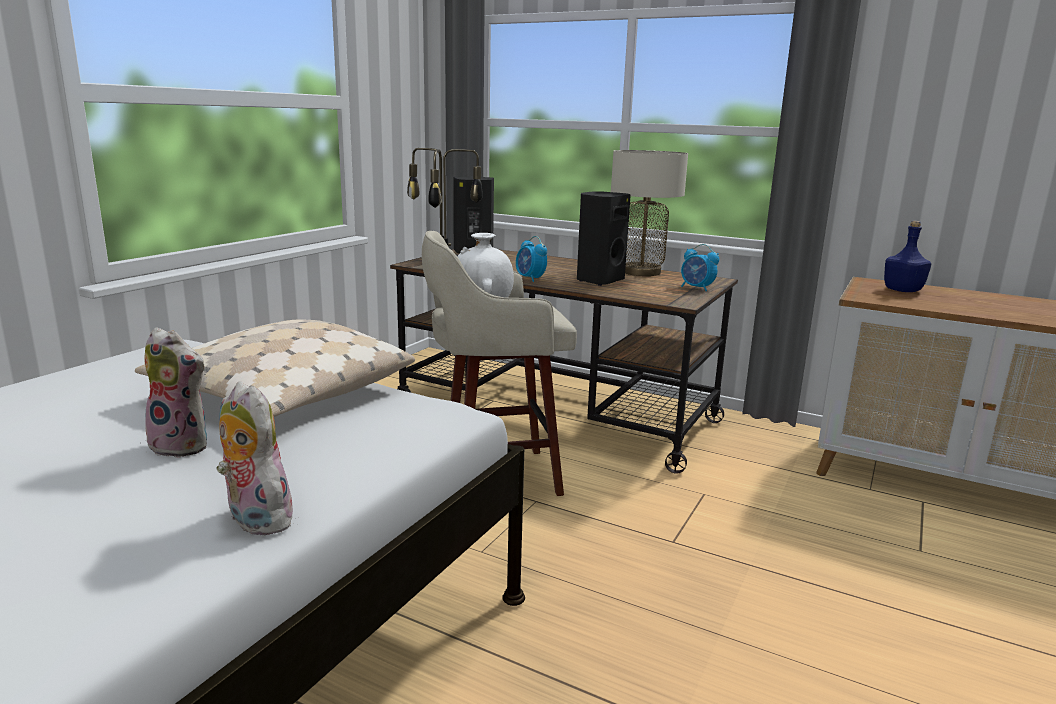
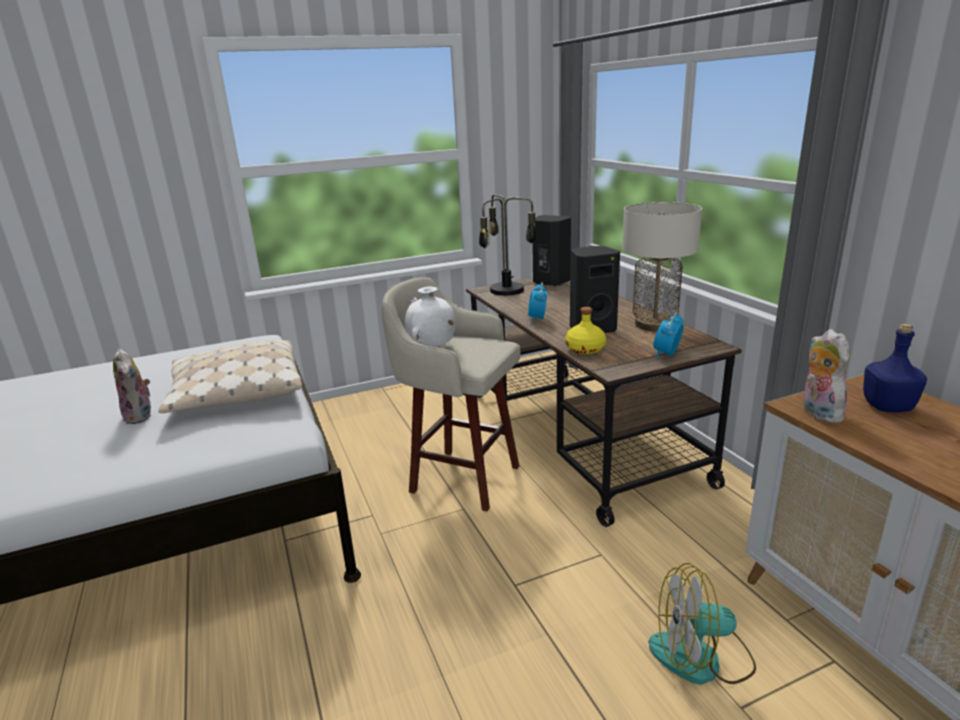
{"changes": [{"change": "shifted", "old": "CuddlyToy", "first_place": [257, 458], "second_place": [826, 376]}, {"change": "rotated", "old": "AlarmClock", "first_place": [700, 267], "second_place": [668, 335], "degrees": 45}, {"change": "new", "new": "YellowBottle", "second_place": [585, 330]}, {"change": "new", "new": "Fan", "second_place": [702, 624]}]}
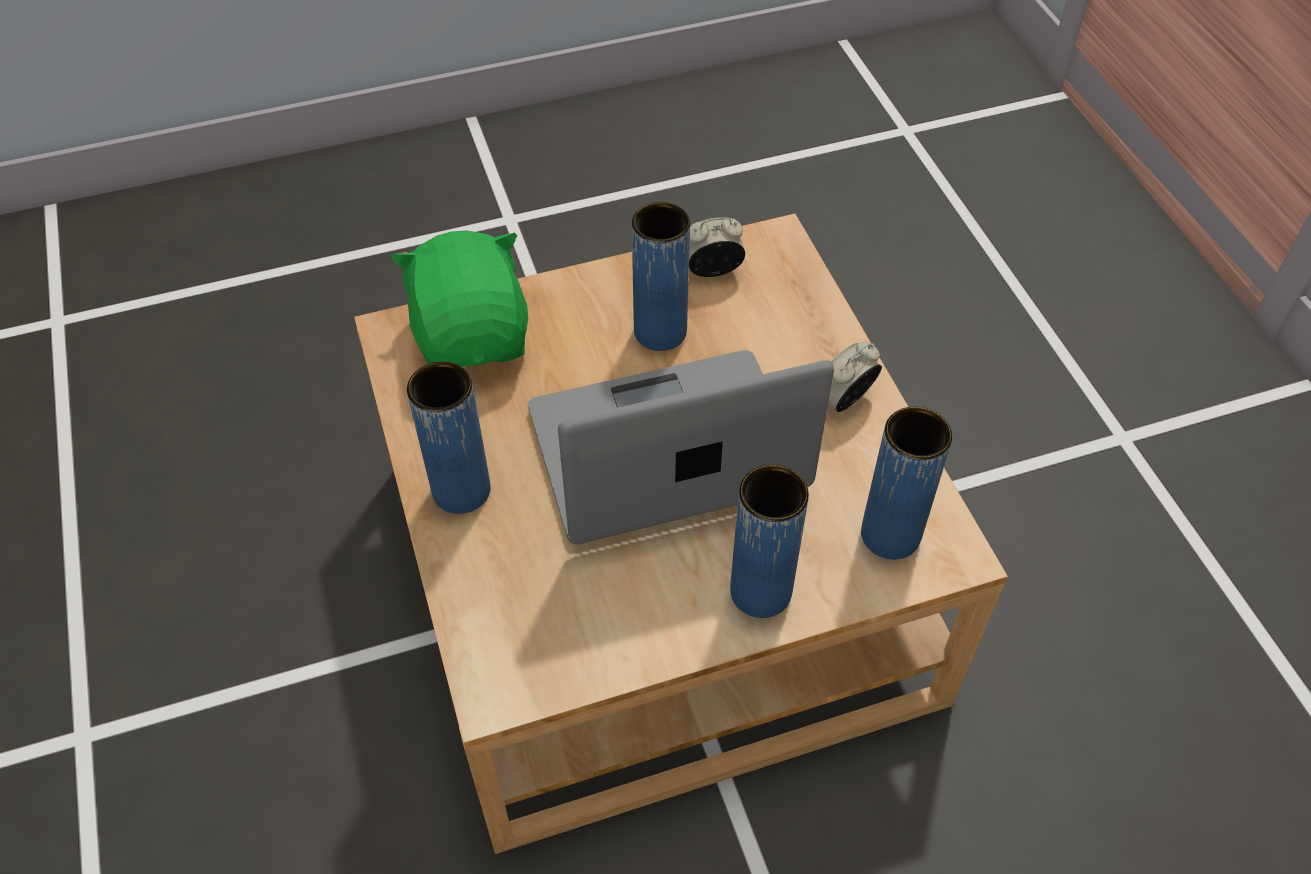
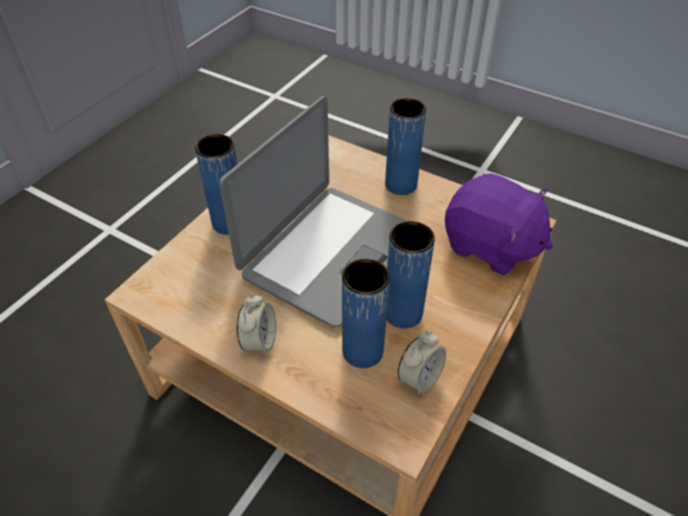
{"changes": [{"change": "repainted", "old": "GreenColouredCuddlyToy", "new": "PurpleColouredCuddlyToy", "first_place": [459, 298], "second_place": [499, 224]}, {"change": "shifted", "old": "BlueColouredDecorativeVase", "first_place": [906, 483], "second_place": [366, 313]}]}
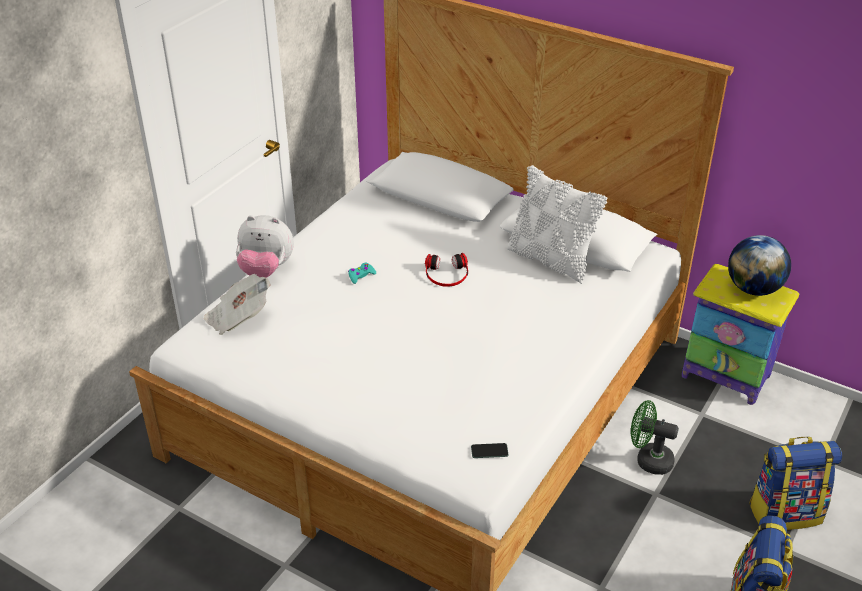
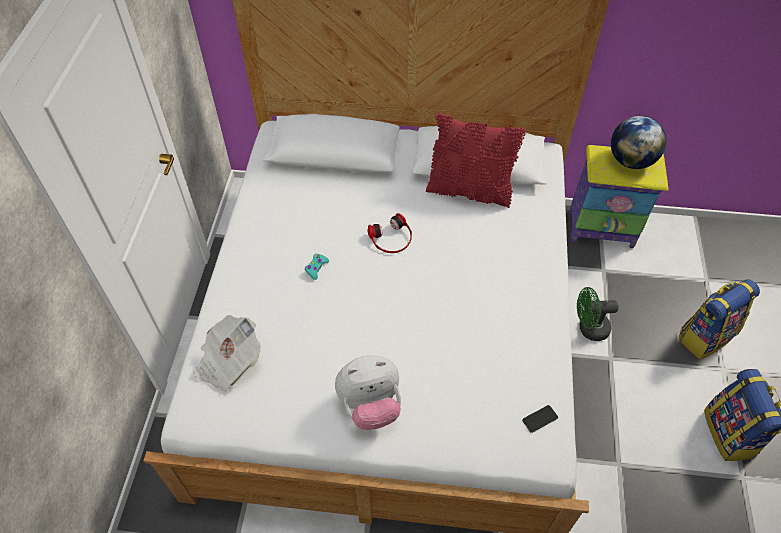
{"changes": [{"change": "shifted", "old": "CuddlyToy", "first_place": [265, 246], "second_place": [368, 392]}, {"change": "repainted", "old": "WhitePillow", "new": "RedPillow", "first_place": [557, 224], "second_place": [476, 160]}]}
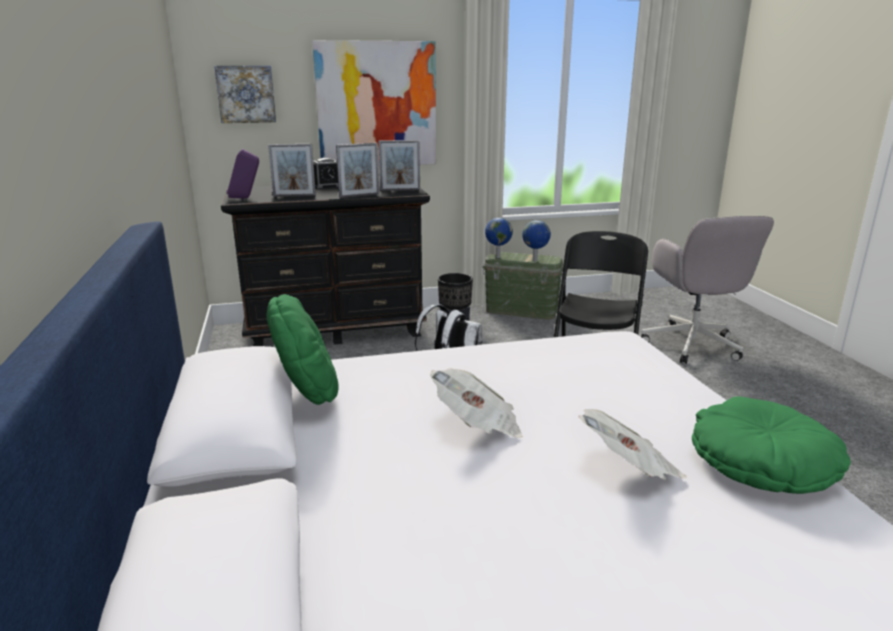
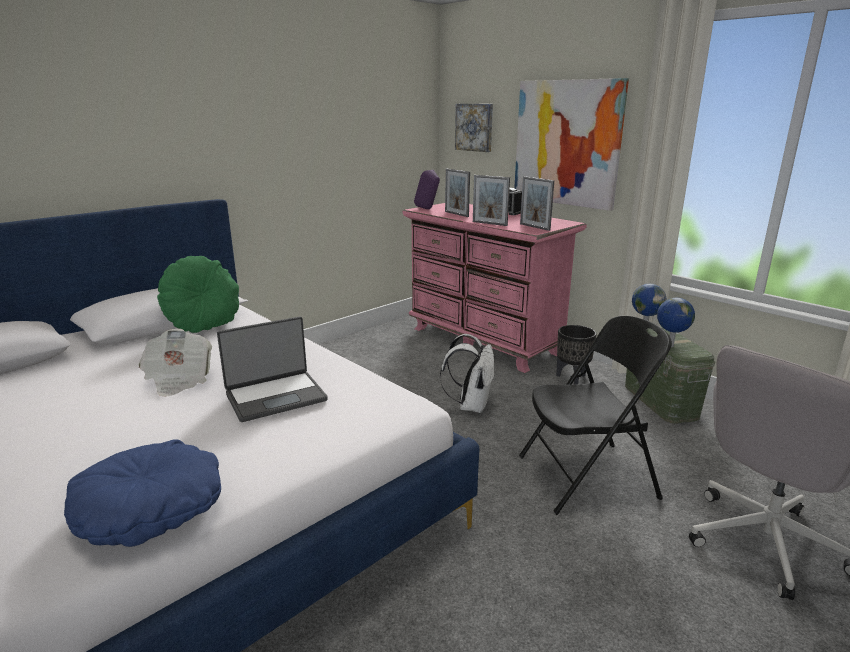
{"changes": [{"change": "repainted", "old": "BlackishDresser", "new": "PinkDresser", "first_place": [325, 264], "second_place": [495, 288]}, {"change": "gone", "old": "PrintedPaper", "first_place": [632, 444]}, {"change": "repainted", "old": "GreenColouredPillow", "new": "BlueColouredPillow", "first_place": [771, 445], "second_place": [142, 493]}, {"change": "new", "new": "PortableComputer", "second_place": [272, 369]}]}
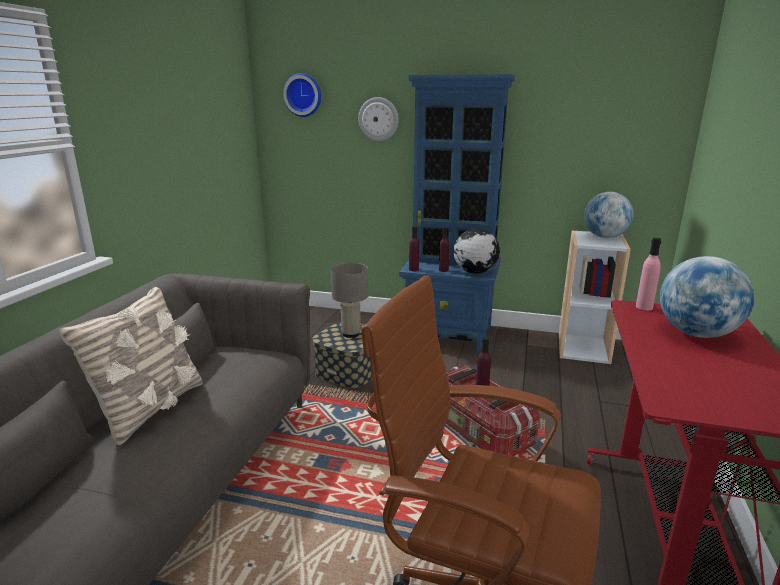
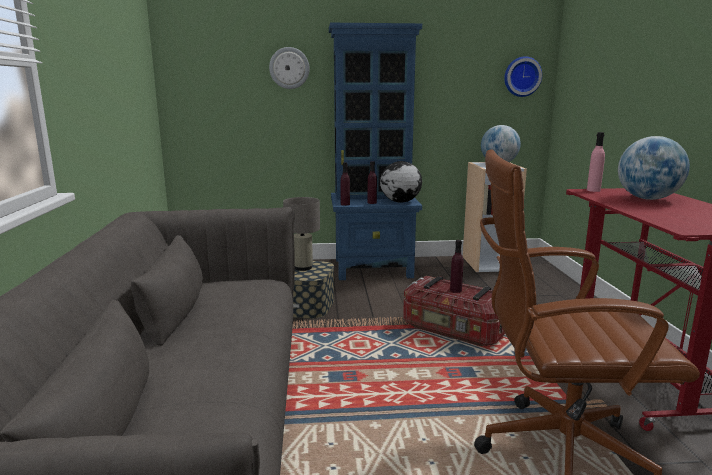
{"changes": [{"change": "gone", "old": "BeigePillow", "first_place": [131, 366]}, {"change": "shifted", "old": "ClockOnTheWall", "first_place": [302, 95], "second_place": [523, 76]}]}
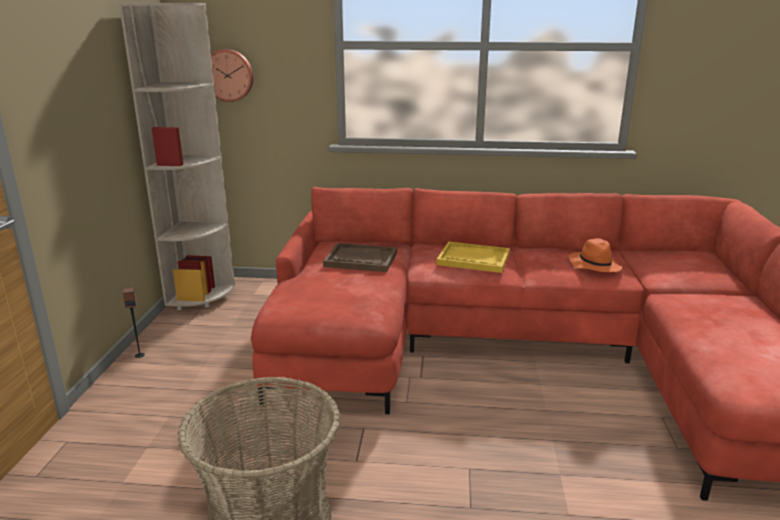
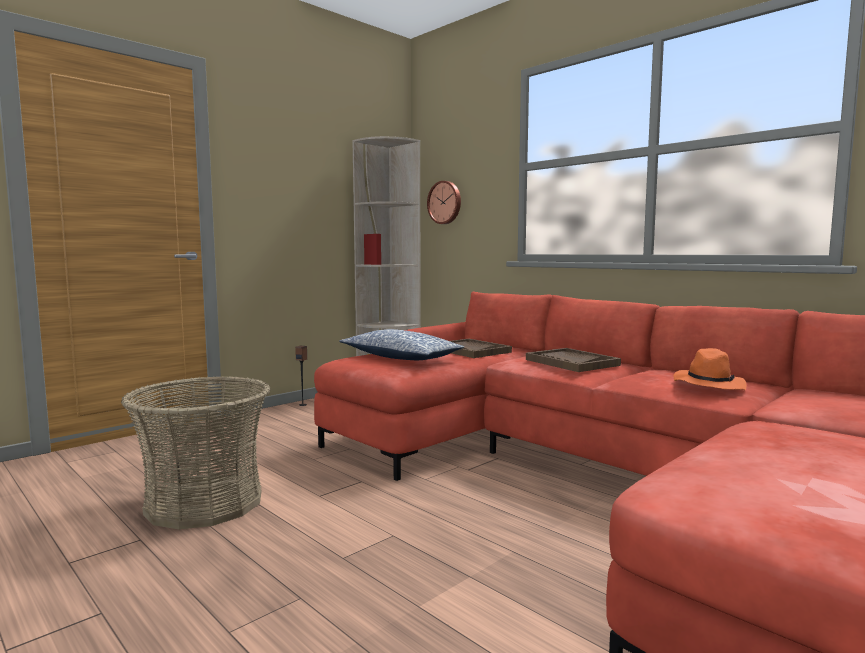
{"changes": [{"change": "repainted", "old": "YellowServingTray", "new": "BrownColouredServingTray", "first_place": [473, 257], "second_place": [573, 360]}, {"change": "new", "new": "Pillow", "second_place": [401, 344]}]}
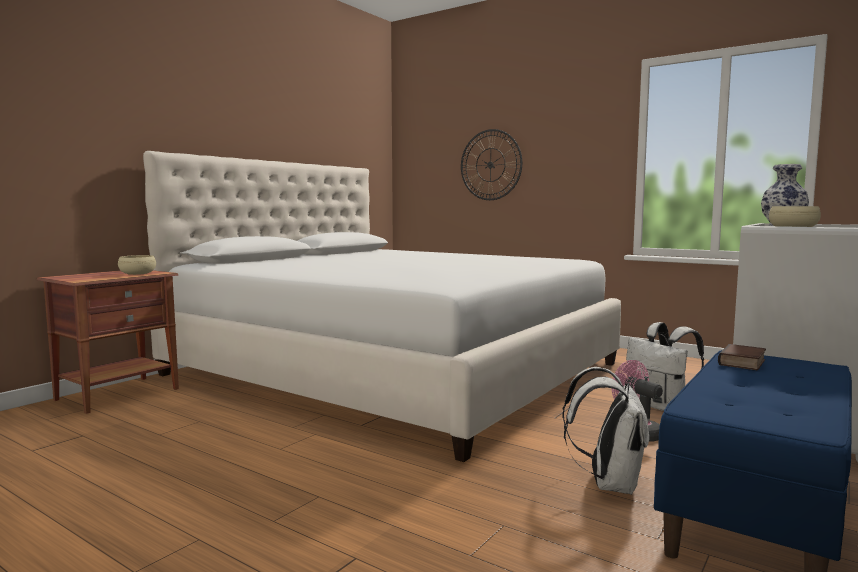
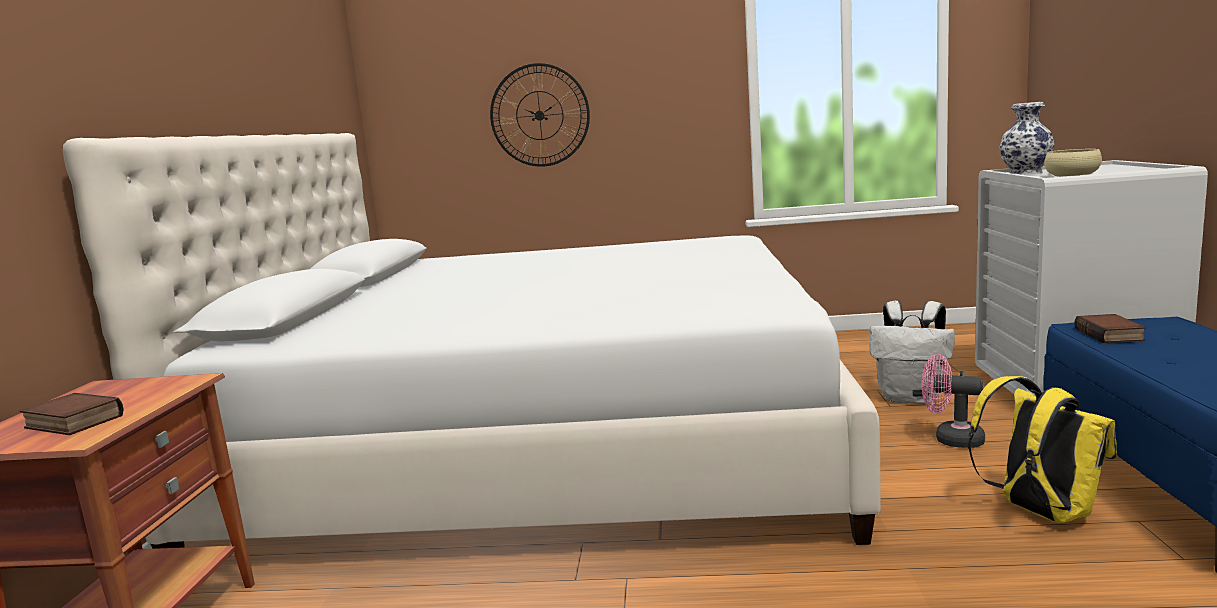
{"changes": [{"change": "gone", "old": "BeigeDeepDish", "first_place": [137, 265]}, {"change": "repainted", "old": "WhiteBackpack", "new": "YellowBackpack", "first_place": [605, 431], "second_place": [1042, 449]}, {"change": "new", "new": "BoundBook", "second_place": [72, 414]}]}
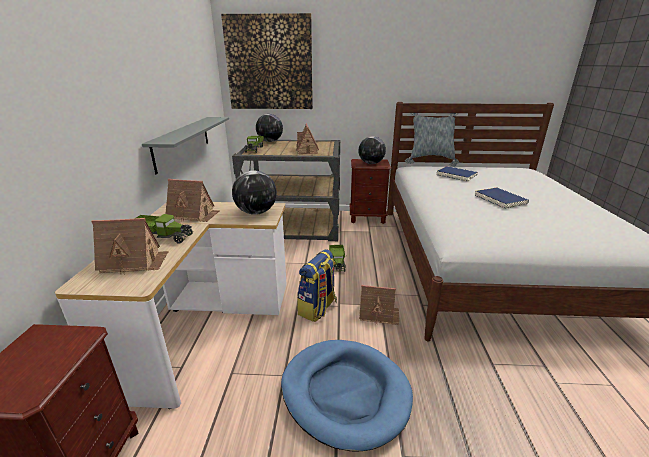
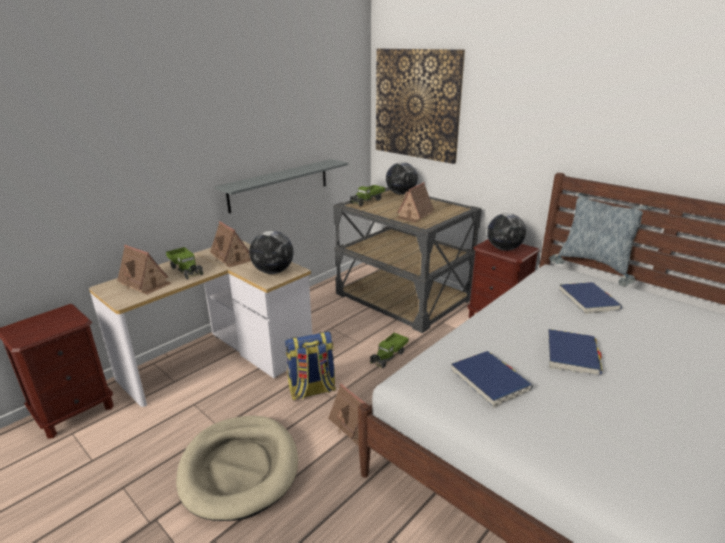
{"changes": [{"change": "repainted", "old": "BlueColouredPetBed", "new": "BeigePetBed", "first_place": [347, 396], "second_place": [237, 468]}, {"change": "new", "new": "BlueColouredBoundBook", "second_place": [492, 379]}]}
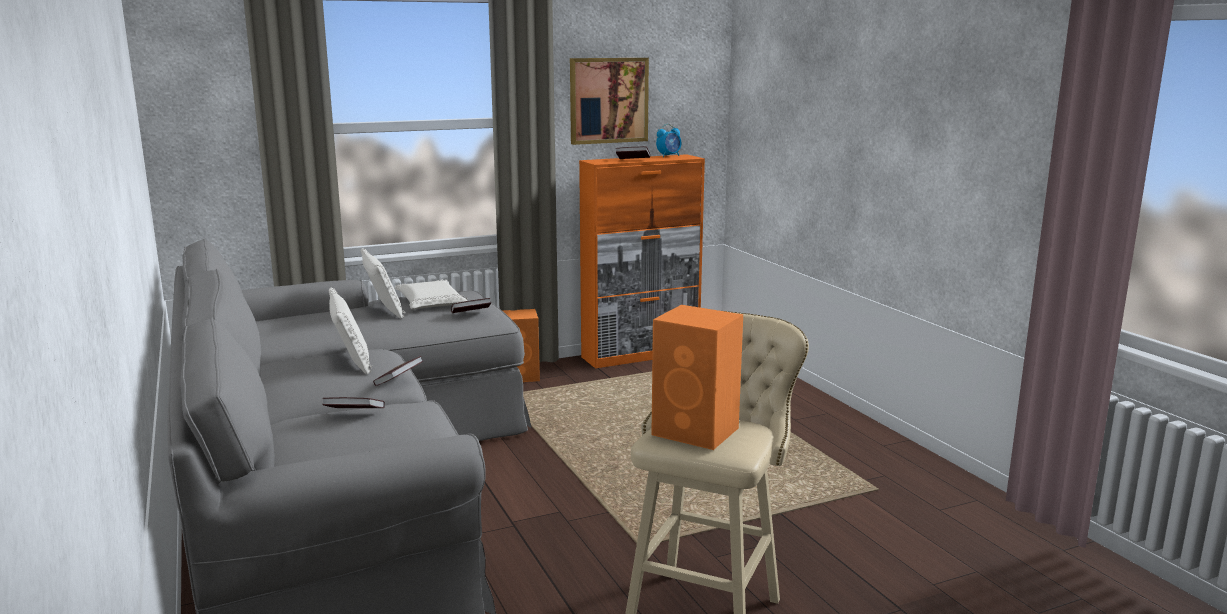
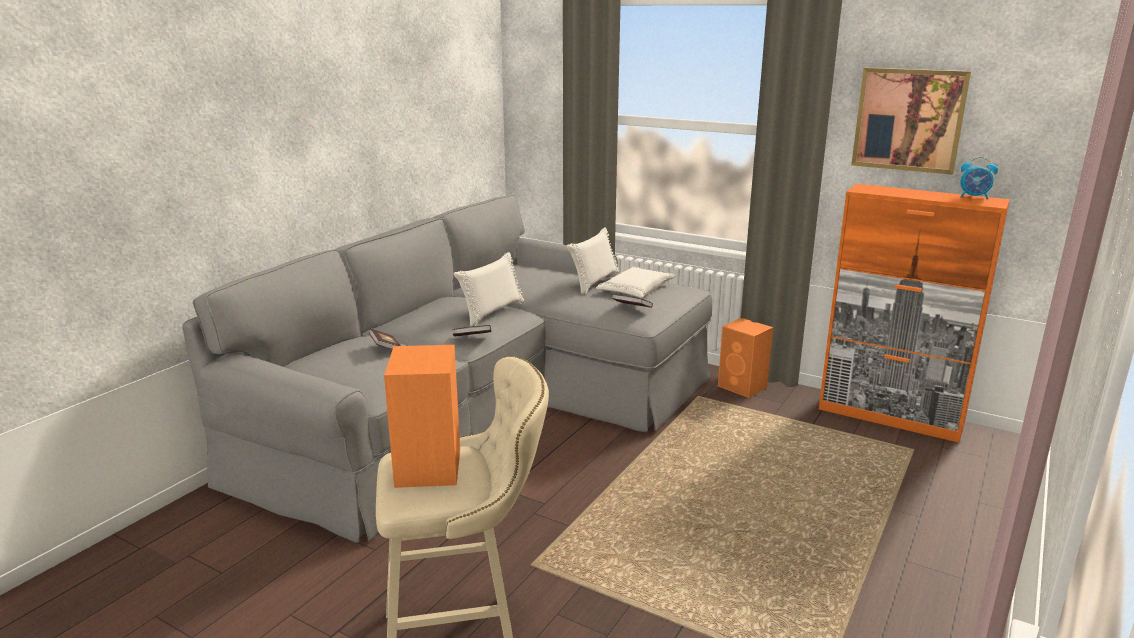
{"changes": [{"change": "gone", "old": "BoundBook", "first_place": [633, 153]}]}
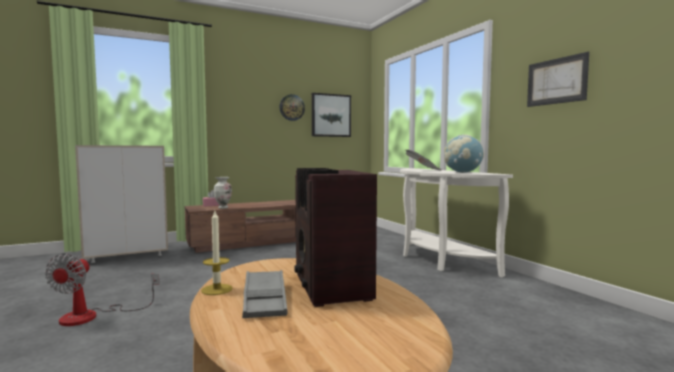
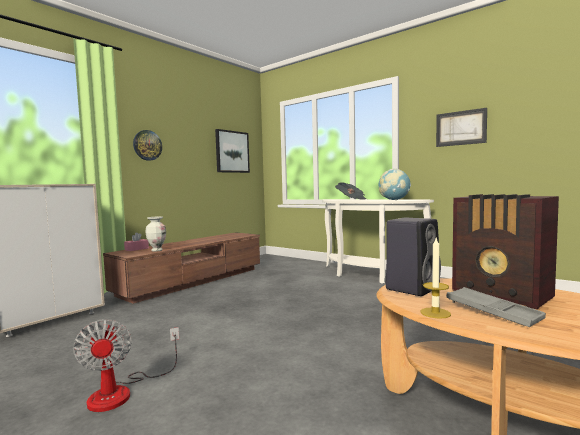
{"changes": [{"change": "shifted", "old": "ClockOnTheWall", "first_place": [292, 107], "second_place": [147, 145]}, {"change": "new", "new": "BlackishAudioSpeaker", "second_place": [413, 257]}]}
